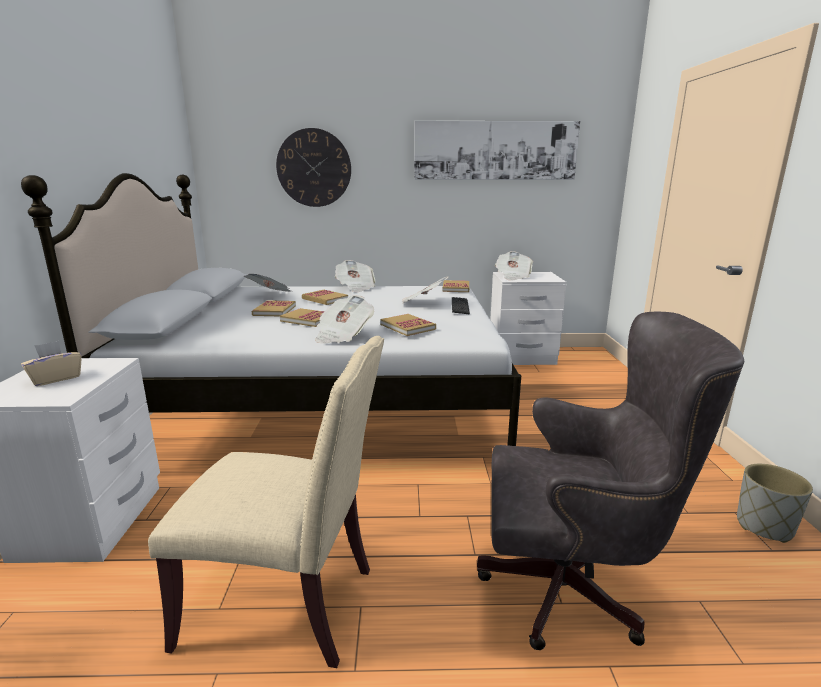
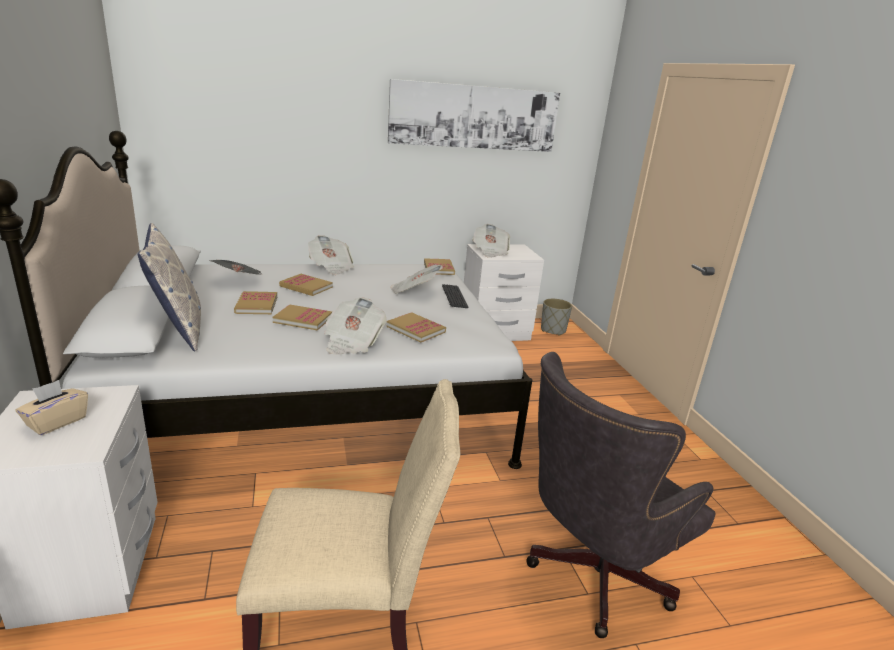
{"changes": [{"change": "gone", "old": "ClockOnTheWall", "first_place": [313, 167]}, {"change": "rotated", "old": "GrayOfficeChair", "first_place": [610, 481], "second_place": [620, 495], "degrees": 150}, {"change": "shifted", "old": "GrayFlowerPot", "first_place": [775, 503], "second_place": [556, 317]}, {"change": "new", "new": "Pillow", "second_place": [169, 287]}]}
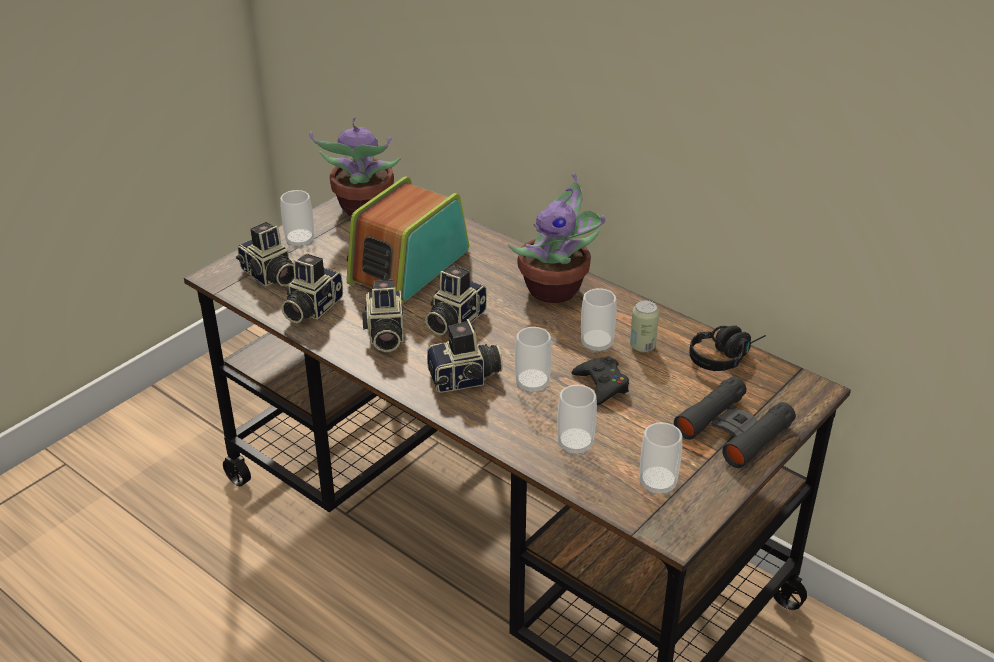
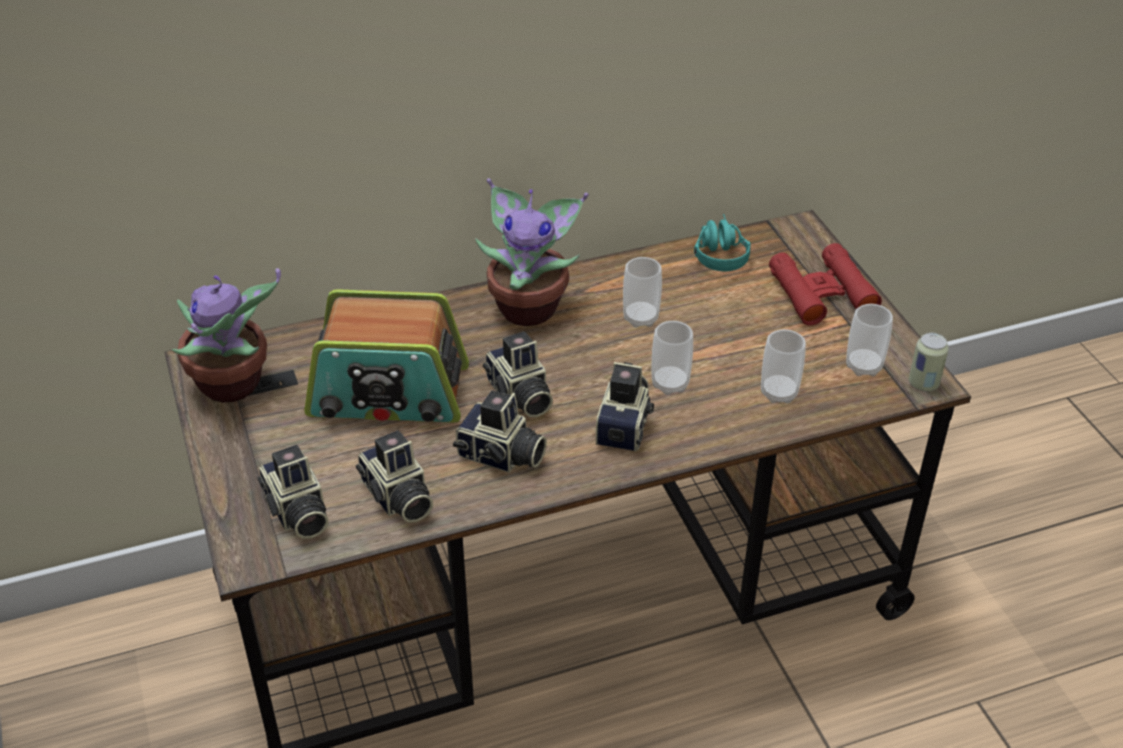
{"changes": [{"change": "rotated", "old": "StillCamera", "first_place": [265, 254], "second_place": [293, 492], "degrees": 75}, {"change": "gone", "old": "Cup", "first_place": [297, 219]}, {"change": "rotated", "old": "Radio", "first_place": [408, 240], "second_place": [386, 356], "degrees": -60}, {"change": "gone", "old": "BlackishGameController", "first_place": [600, 380]}, {"change": "shifted", "old": "MetalCan", "first_place": [644, 326], "second_place": [929, 362]}, {"change": "repainted", "old": "BlackishFieldGlasses", "new": "RedFieldGlasses", "first_place": [735, 422], "second_place": [825, 284]}, {"change": "repainted", "old": "BlackishPairOfHeadphones", "new": "BlueGreenPairOfHeadphones", "first_place": [727, 348], "second_place": [722, 242]}]}
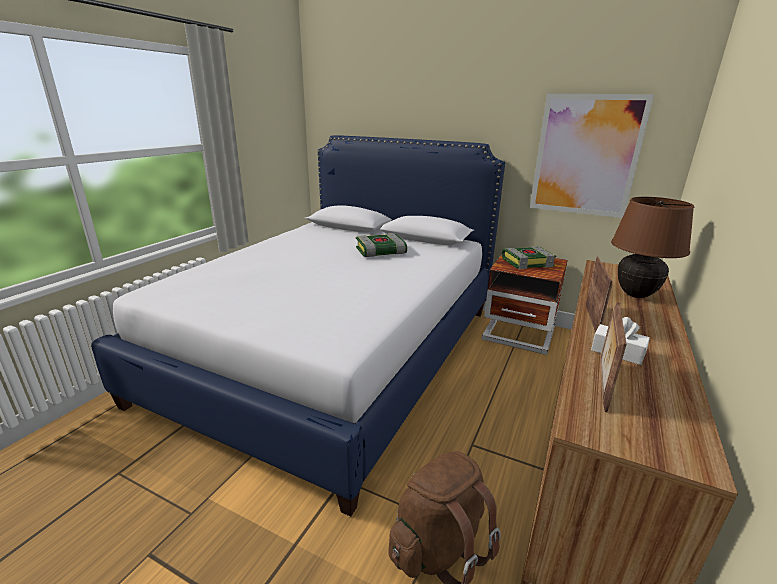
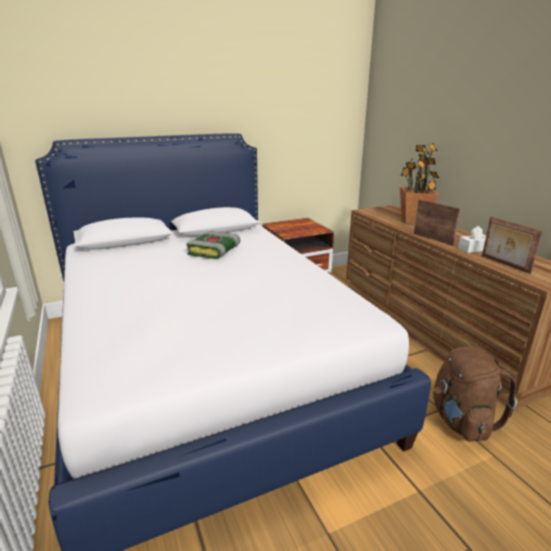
{"changes": [{"change": "gone", "old": "BoundBook", "first_place": [529, 258]}, {"change": "gone", "old": "WallPicture", "first_place": [592, 156]}, {"change": "swapped", "old": "BrownColouredLampForATable", "new": "Houseplant", "first_place": [652, 247], "second_place": [419, 183]}]}
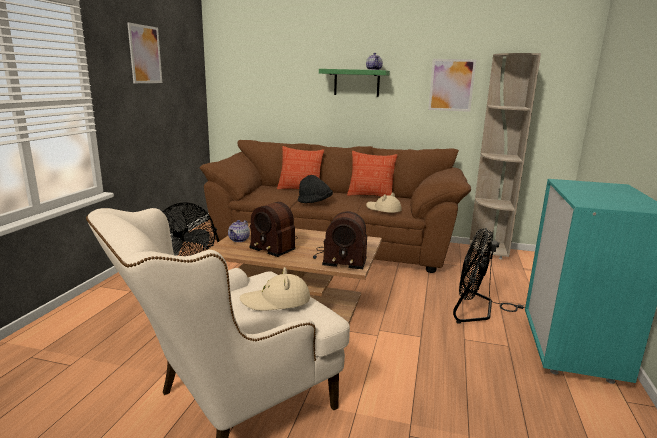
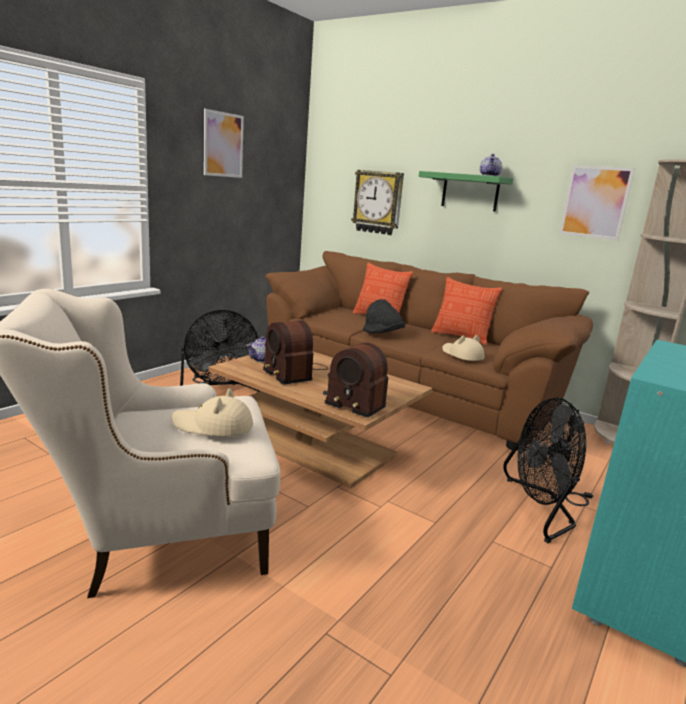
{"changes": [{"change": "rotated", "old": "BlackishFan", "first_place": [489, 276], "second_place": [549, 470], "degrees": -45}, {"change": "new", "new": "ClockOnTheWall", "second_place": [377, 202]}]}
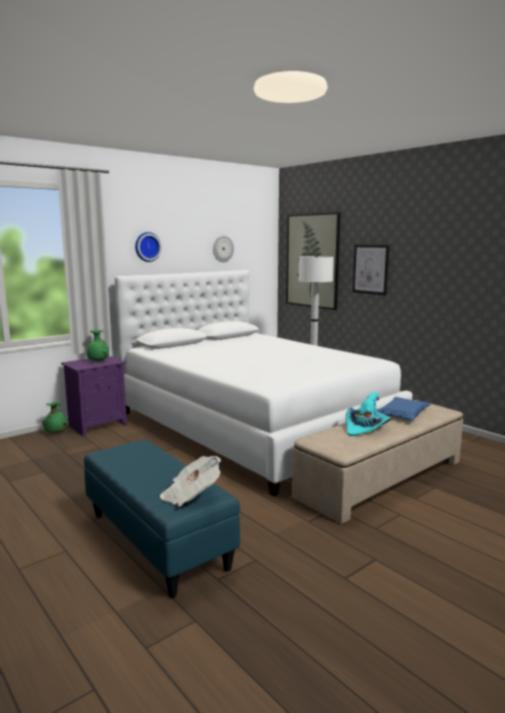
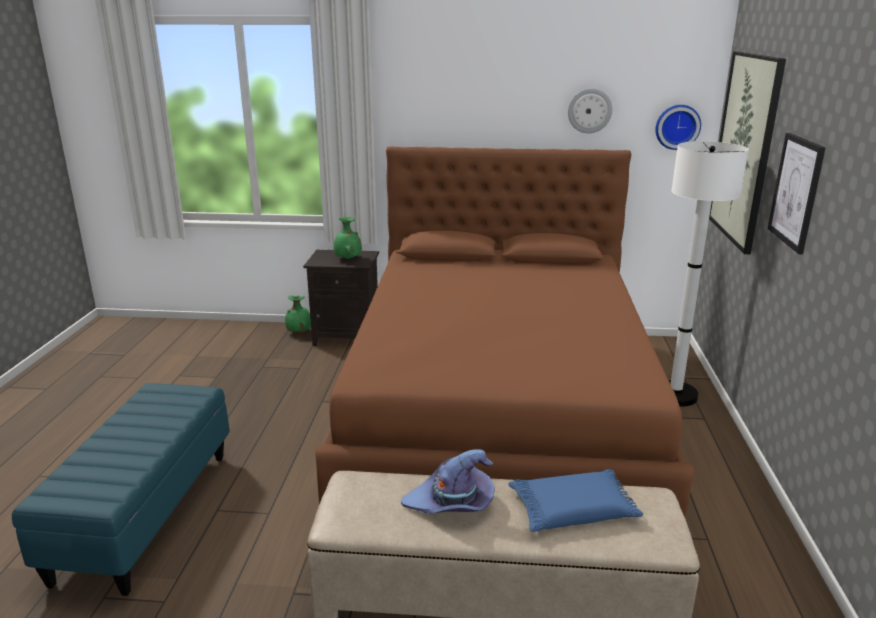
{"changes": [{"change": "repainted", "old": "PurpleColouredBedsideTable", "new": "BlackishBedsideTable", "first_place": [94, 396], "second_place": [341, 298]}, {"change": "repainted", "old": "WhiteBedroomBed", "new": "BrownColouredBedroomBed", "first_place": [264, 383], "second_place": [504, 332]}, {"change": "shifted", "old": "ClockOnTheWall", "first_place": [148, 247], "second_place": [678, 127]}, {"change": "gone", "old": "PrintedPaper", "first_place": [190, 481]}, {"change": "repainted", "old": "BlueGreenWearableHat", "new": "PurpleColouredWearableHat", "first_place": [368, 414], "second_place": [448, 481]}]}
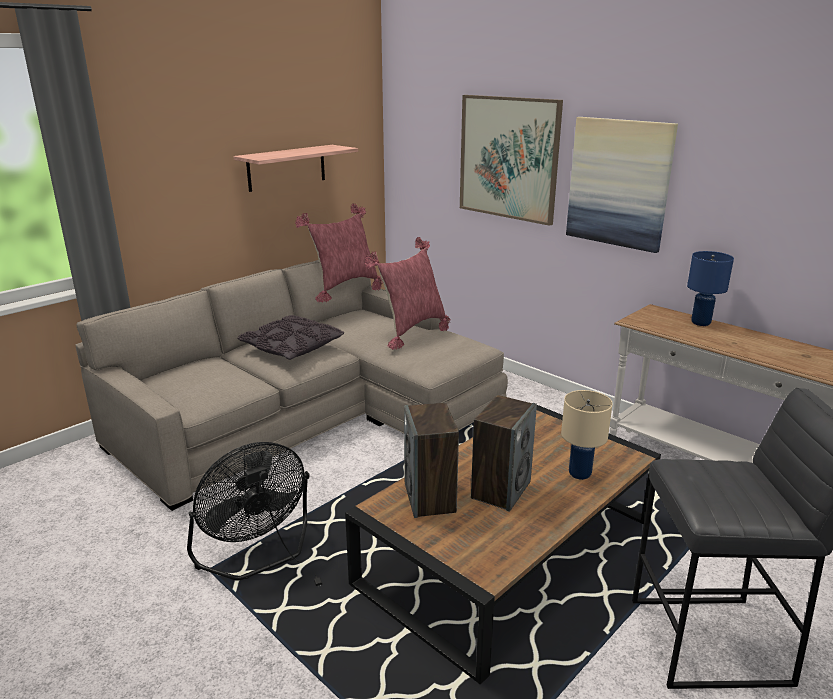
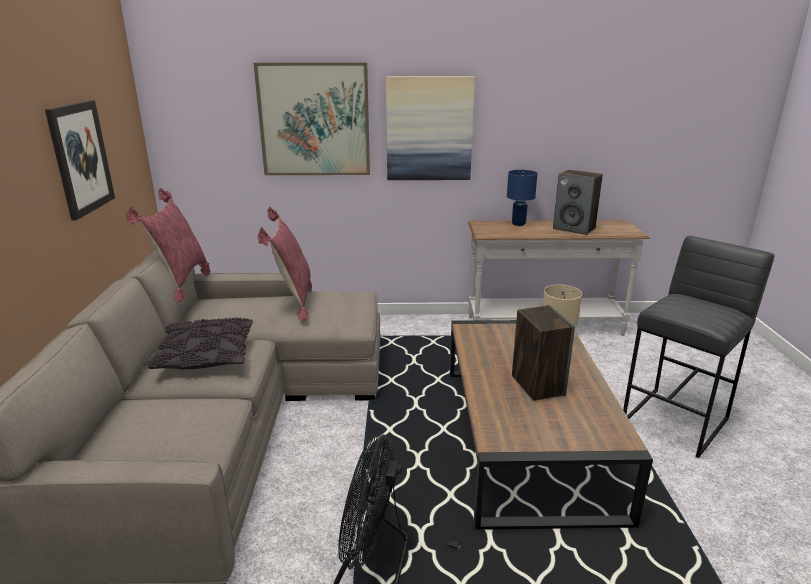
{"changes": [{"change": "swapped", "old": "BracketShelf", "new": "WallPicture", "first_place": [295, 168], "second_place": [80, 160]}, {"change": "shifted", "old": "AudioSpeaker", "first_place": [431, 460], "second_place": [578, 202]}]}
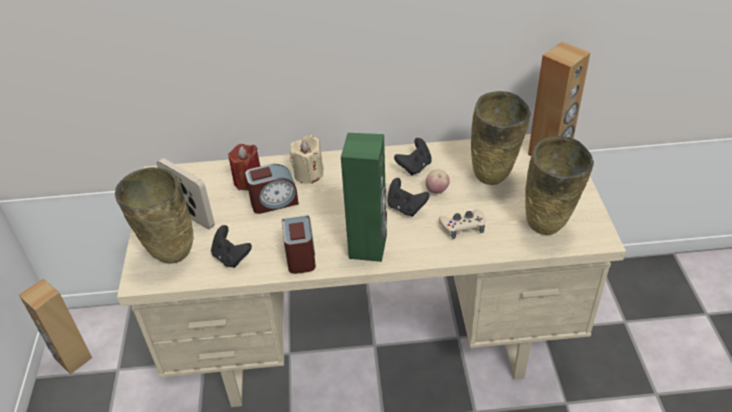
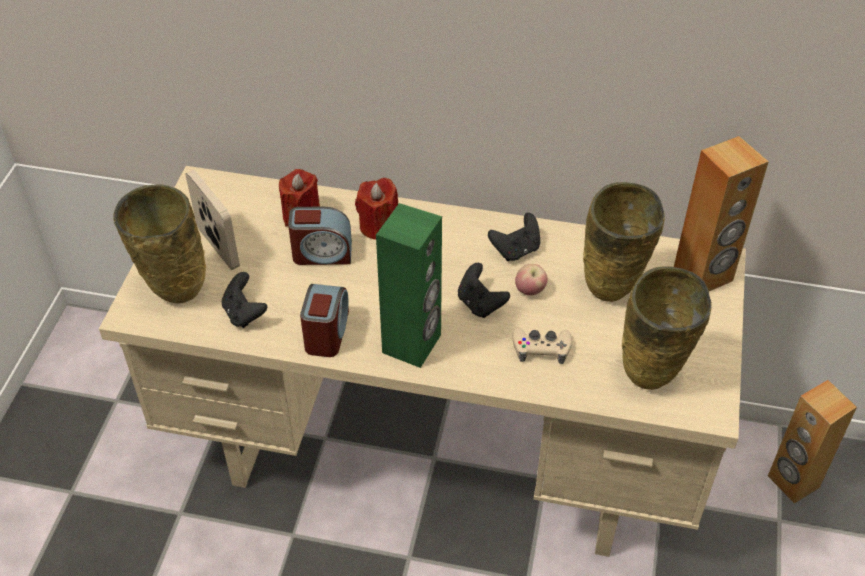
{"changes": [{"change": "shifted", "old": "BrownColouredAudioSpeaker", "first_place": [55, 326], "second_place": [812, 442]}, {"change": "repainted", "old": "BeigeCandle", "new": "RedCandle", "first_place": [307, 159], "second_place": [376, 209]}]}
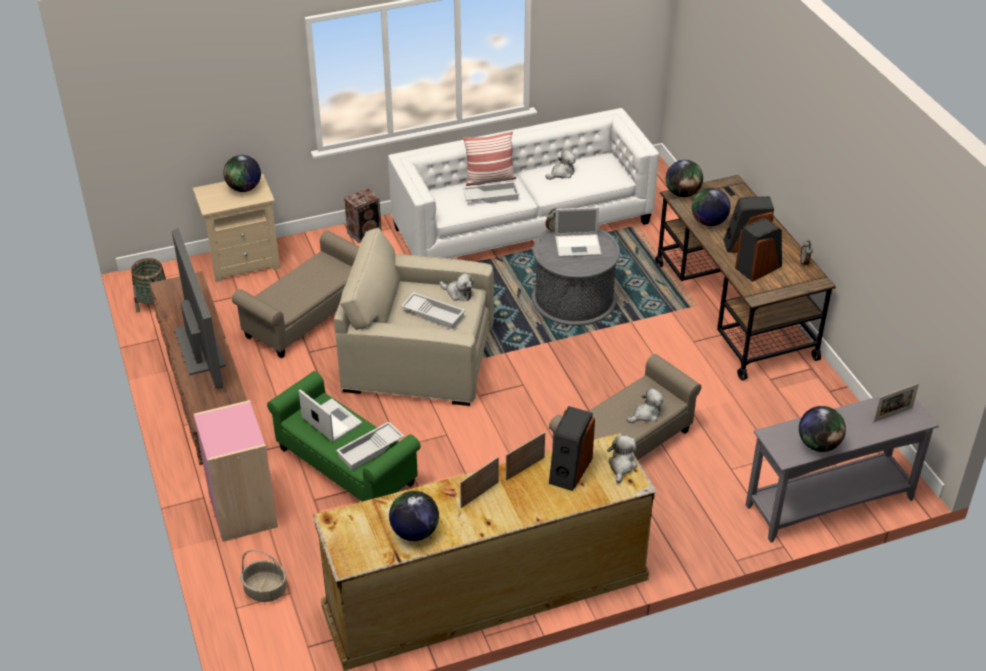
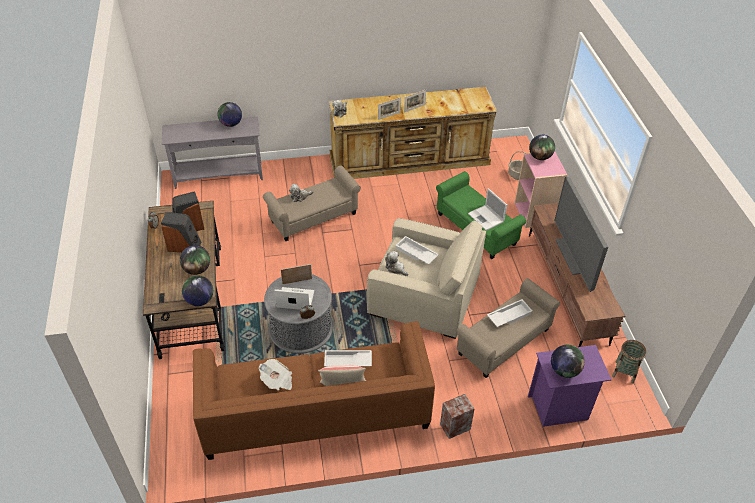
{"changes": [{"change": "repainted", "old": "BeigeBedsideTable", "new": "PurpleColouredBedsideTable", "first_place": [236, 228], "second_place": [570, 386]}, {"change": "shifted", "old": "WhiteServingTray", "first_place": [370, 446], "second_place": [509, 313]}, {"change": "repainted", "old": "WhiteSofa", "new": "BrownColouredSofa", "first_place": [523, 183], "second_place": [314, 390]}, {"change": "shifted", "old": "WorldGlobe", "first_place": [414, 516], "second_place": [542, 147]}, {"change": "swapped", "old": "CuddlyToy", "new": "PrintedPaper", "first_place": [560, 165], "second_place": [275, 374]}, {"change": "gone", "old": "AudioSpeaker", "first_place": [572, 448]}, {"change": "shifted", "old": "PictureFrame", "first_place": [896, 402], "second_place": [296, 274]}]}
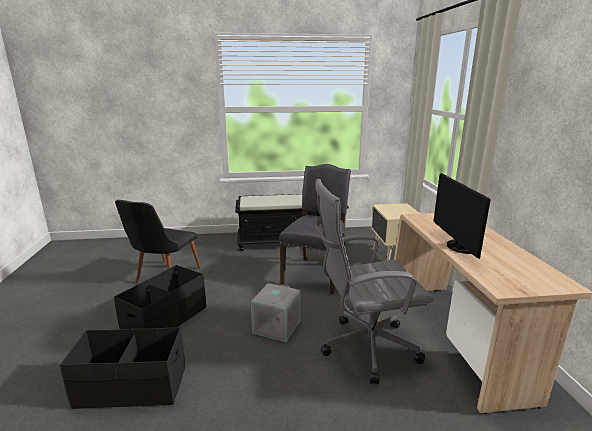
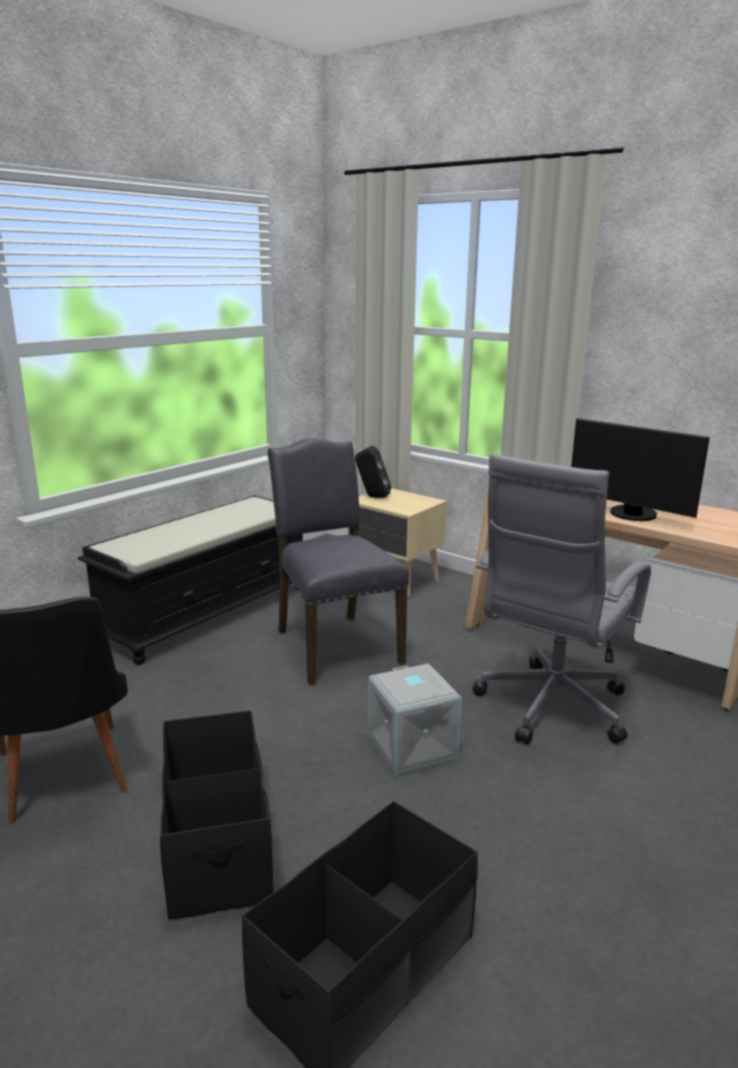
{"changes": [{"change": "new", "new": "BlackishAudioSpeaker", "second_place": [373, 472]}]}
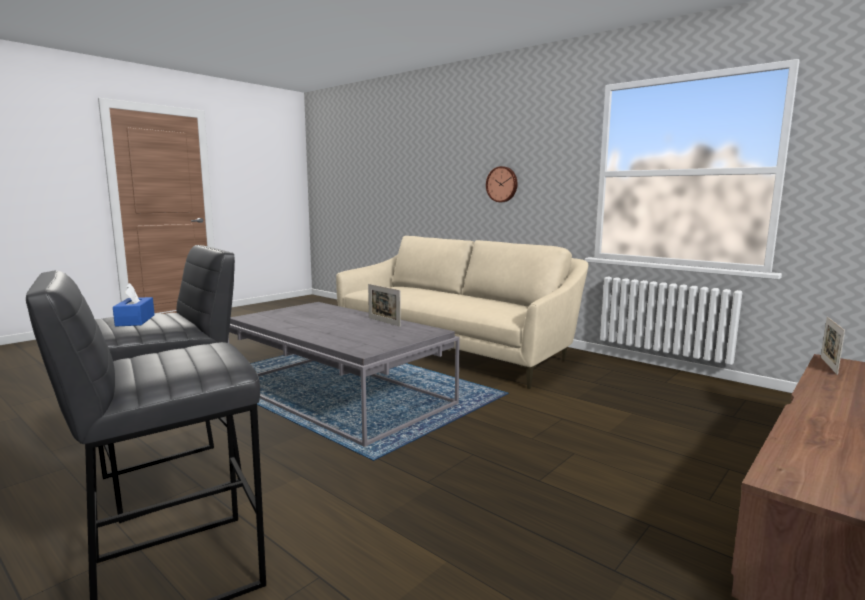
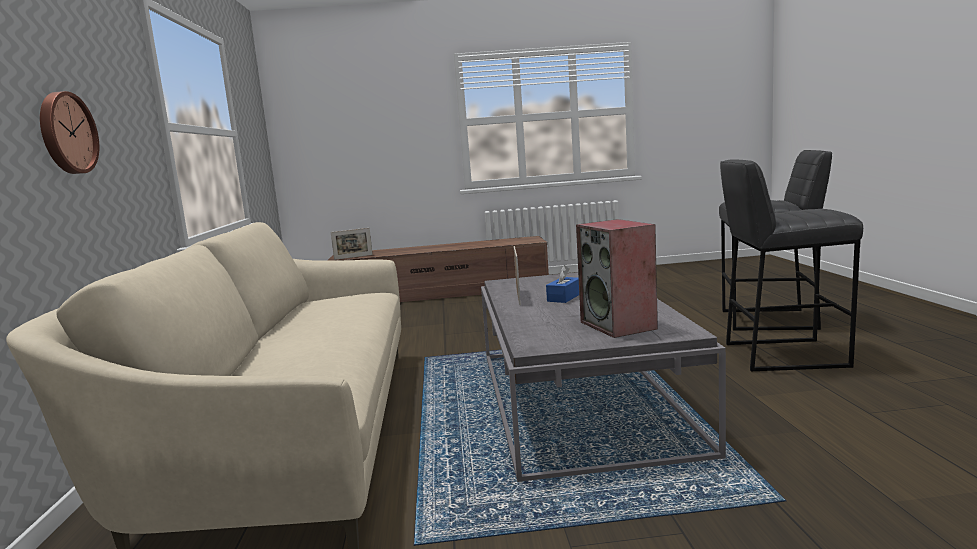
{"changes": [{"change": "shifted", "old": "BlueColouredTissueBox", "first_place": [134, 305], "second_place": [562, 284]}, {"change": "new", "new": "AudioSpeaker", "second_place": [617, 278]}]}
